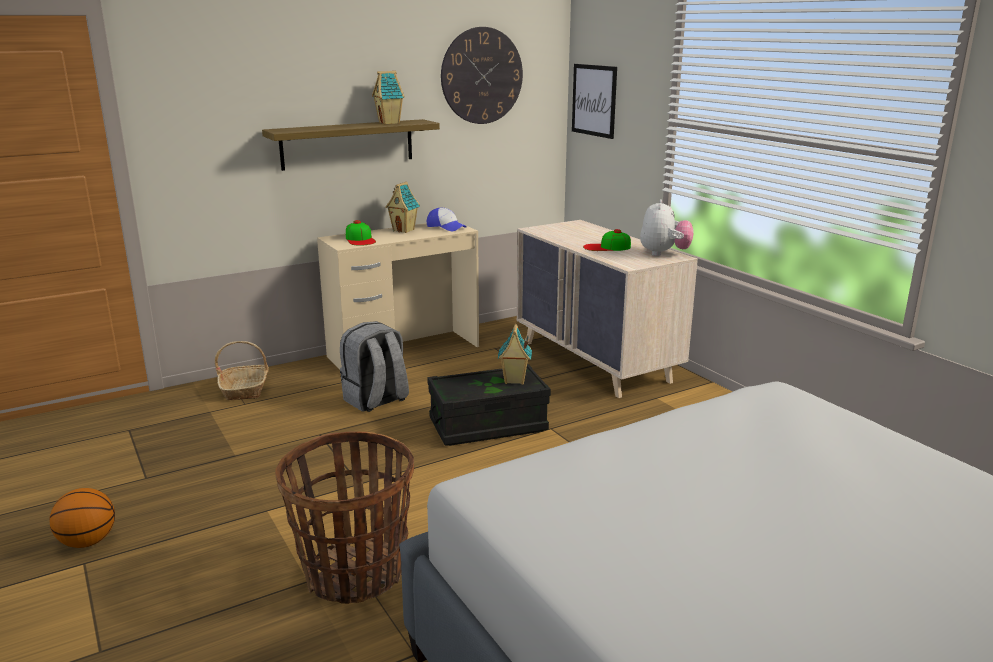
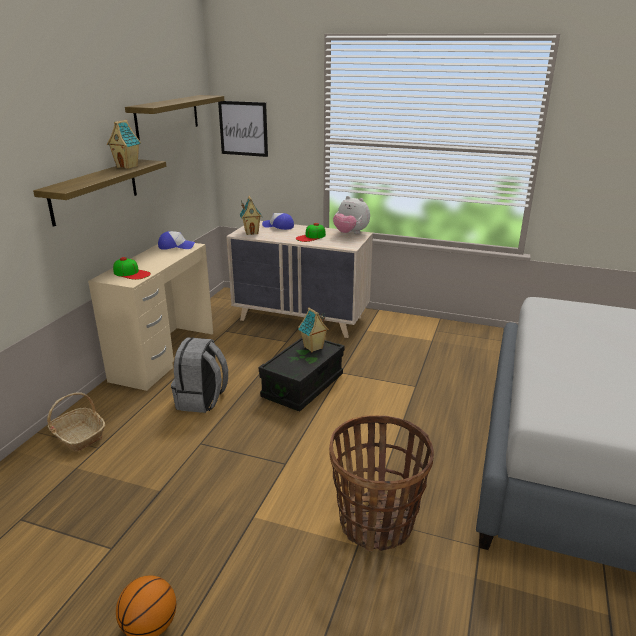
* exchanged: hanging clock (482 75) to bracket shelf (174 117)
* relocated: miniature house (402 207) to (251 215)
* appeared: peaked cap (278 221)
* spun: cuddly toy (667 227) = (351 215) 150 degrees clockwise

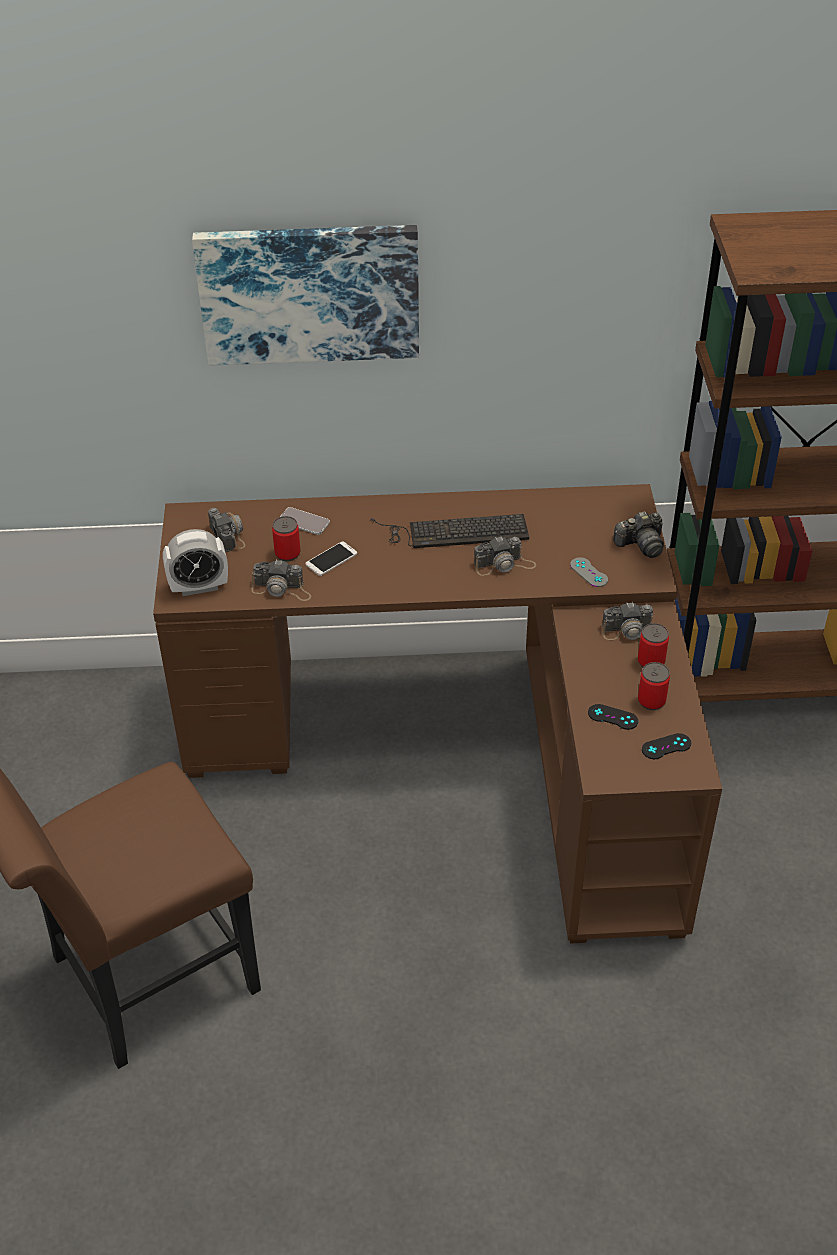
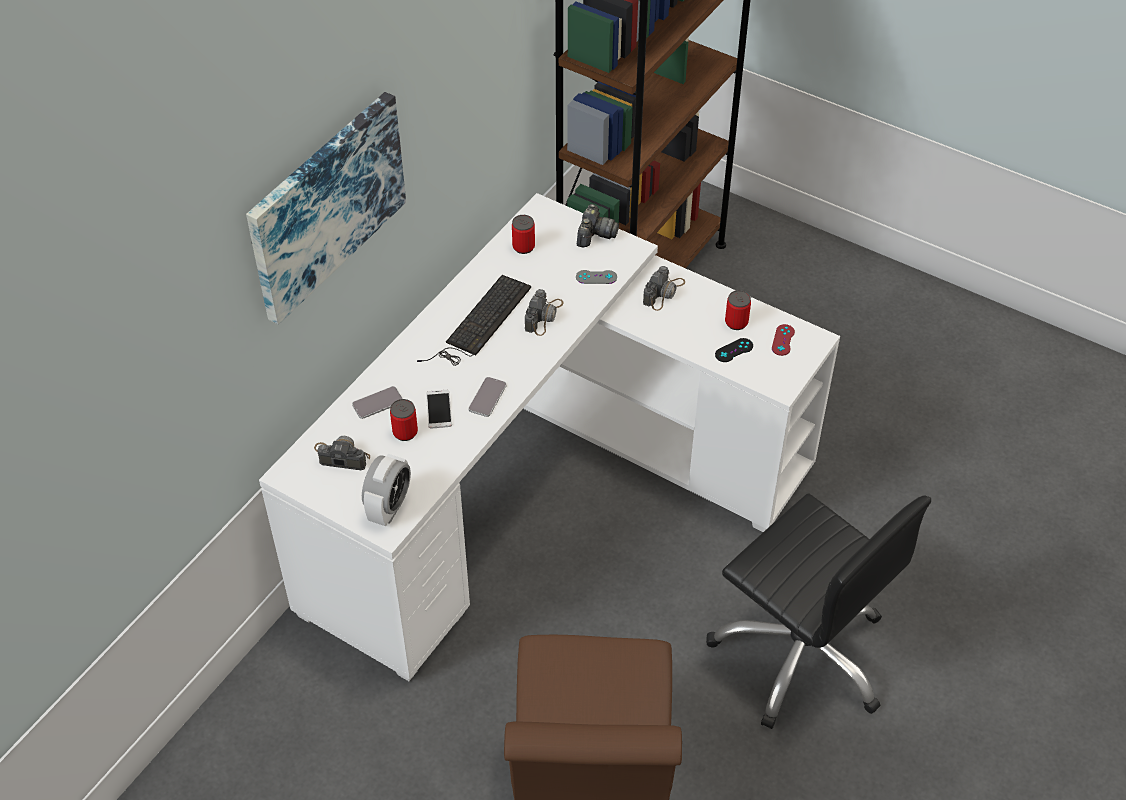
* colour: brownish desk (437 714) to white-coloured desk (549 437)
* appeared: handset (487 397)
* relocated: sealed can (653 645) to (523 234)
* appeared: blackish computer chair (818 611)
* colour: blackish joypad (666 746) to reddish joypad (783 340)
* missing: photo camera (281 580)

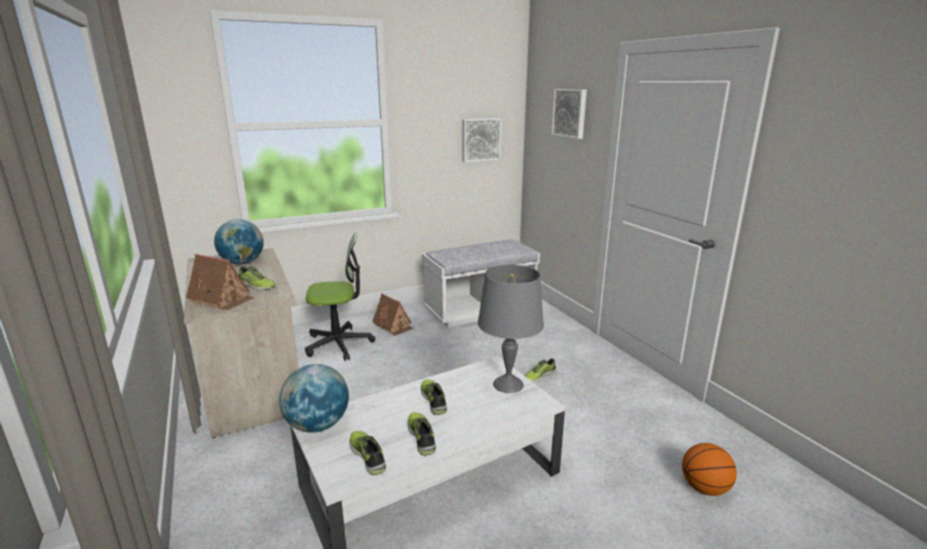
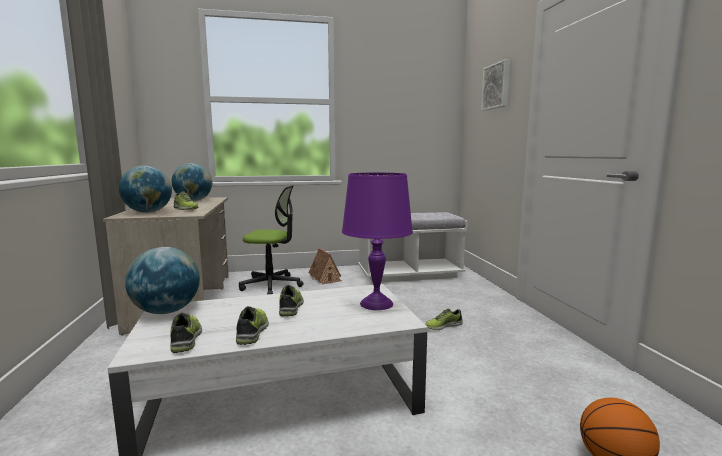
* exchanged: miniature house (220 282) to world globe (145 189)
* colour: greyish tabletop lamp (511 329) to purple-coloured tabletop lamp (377 241)
* missing: wall art (481 140)

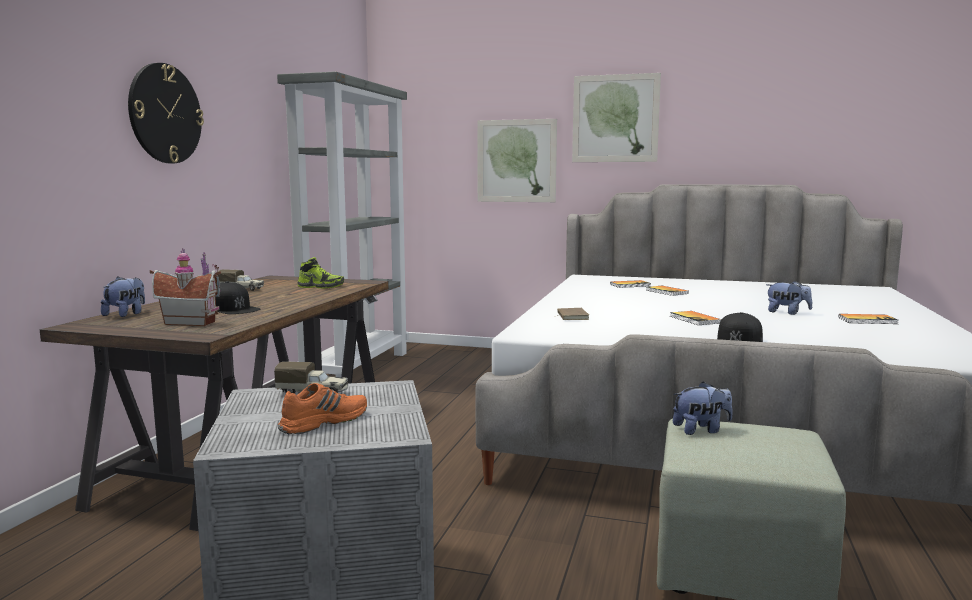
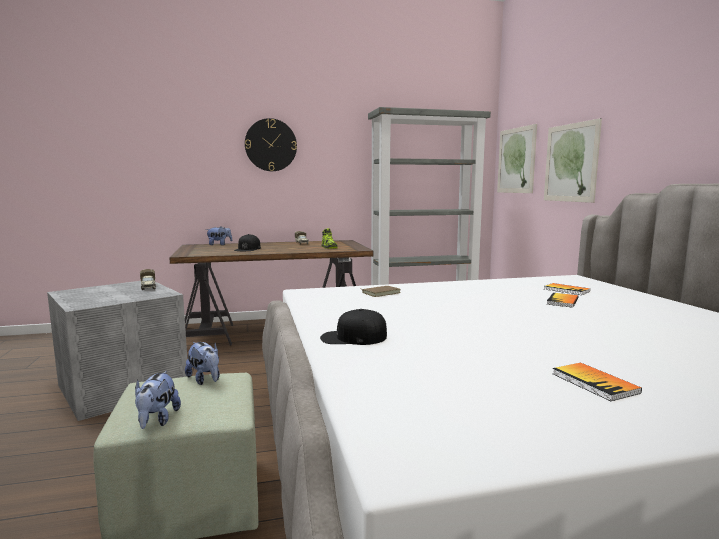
* relocated: cuddly toy (789 298) to (158 400)
* relocated: wall art (616 117) to (517 158)
* missing: miniature house (185 287)
* missing: orange shoe (322 408)
* missing: volume (695 318)

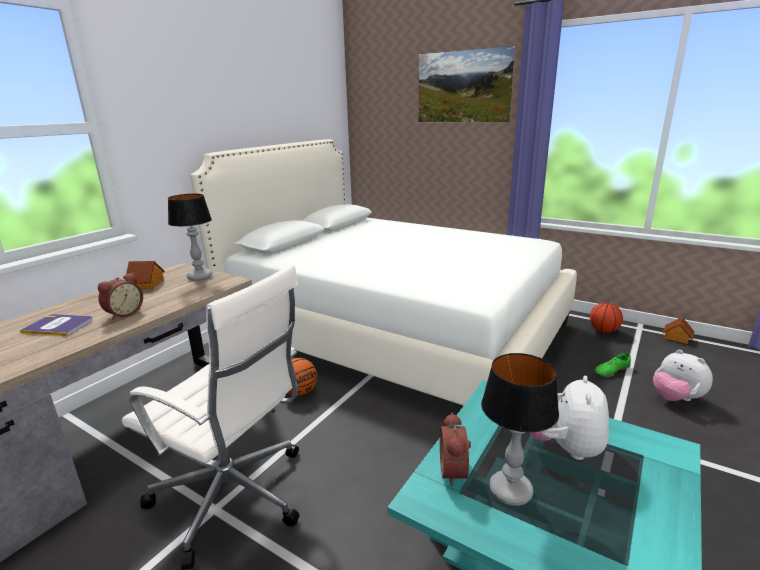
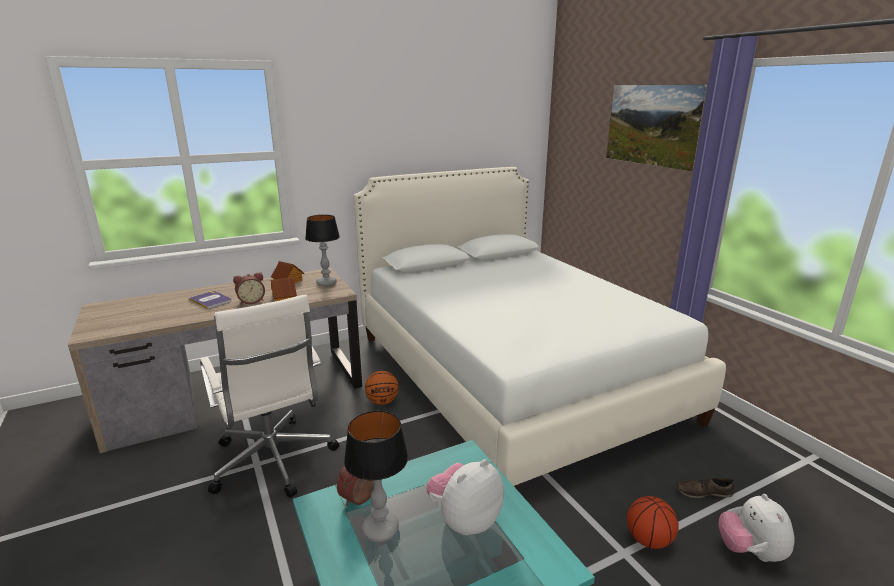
* relocated: miniature house (679 330) to (283 289)
* relocated: basketball (606 318) to (653 522)
* colour: green-coloured shoe (612 365) to brownish shoe (705 487)

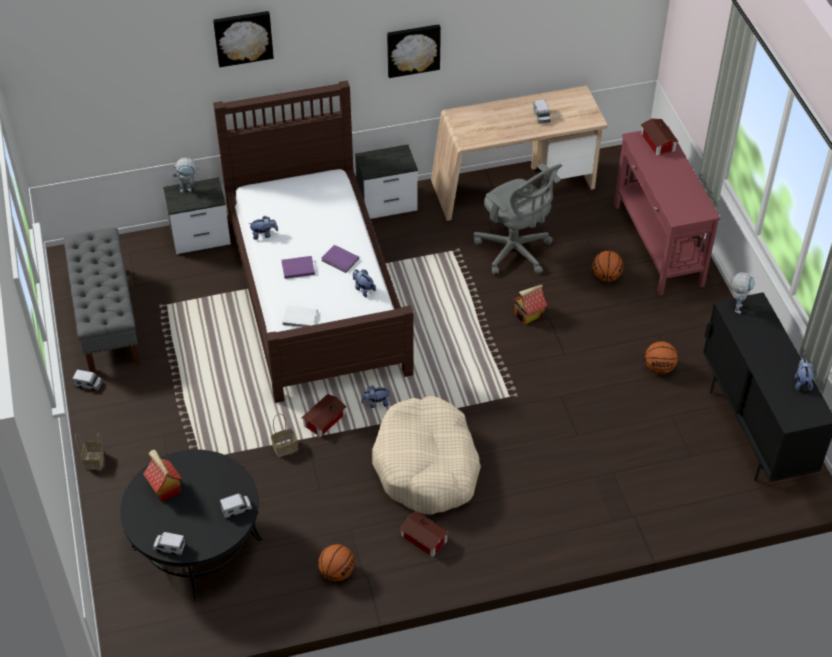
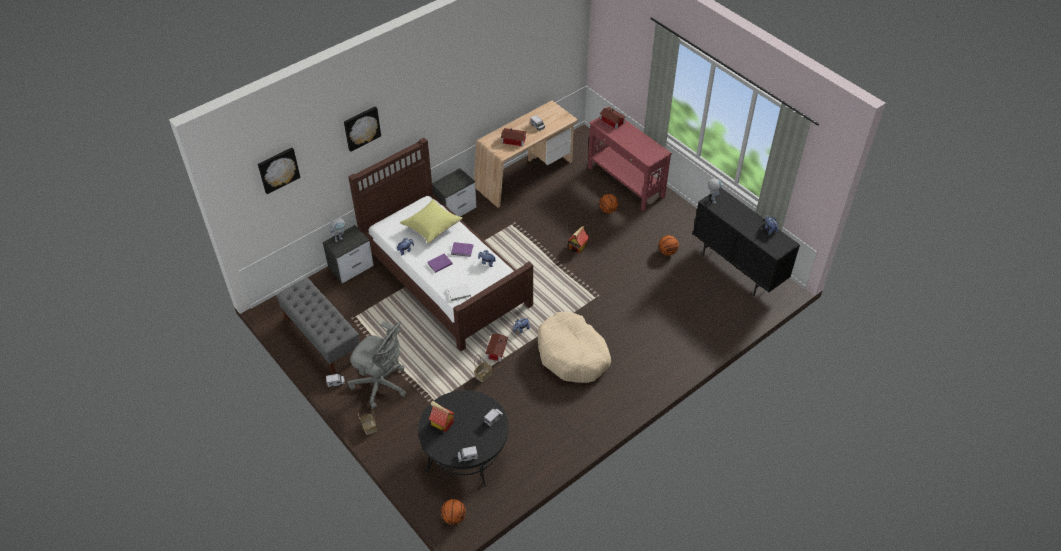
* relocated: wall art (414 51) to (279 171)
* relocated: greyish computer chair (518 219) to (377 365)
* appeared: yellowish throw pillow (431 221)
* relocated: basketball (336 562) to (453 512)
* relocated: miniature house (424 534) to (513 137)

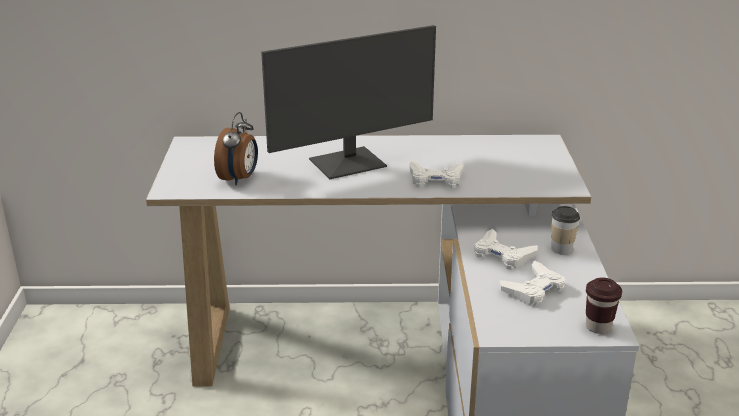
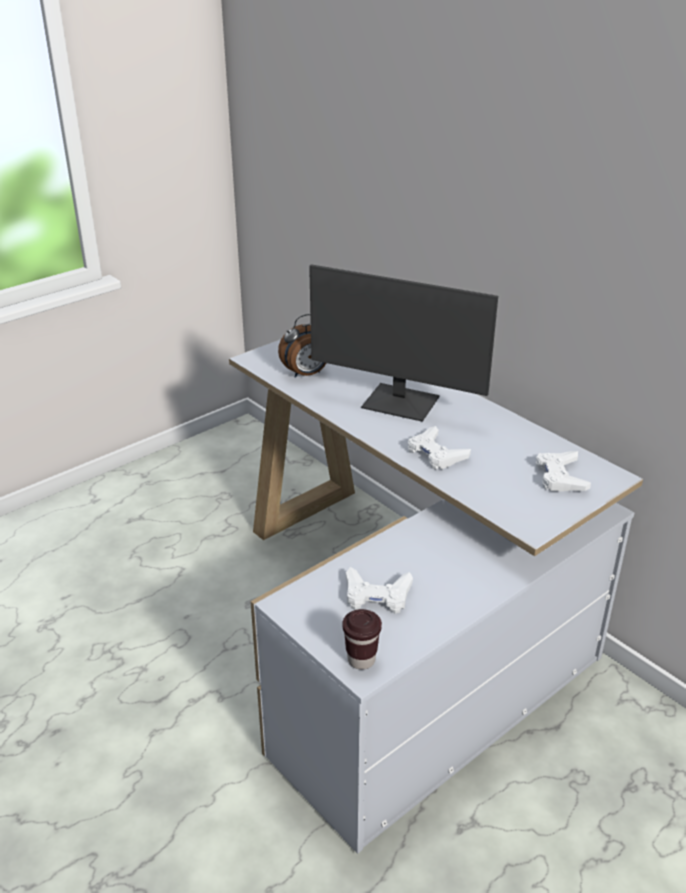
* relocated: white-coloured joypad (506 249) to (563 471)
* missing: small cup (565 230)

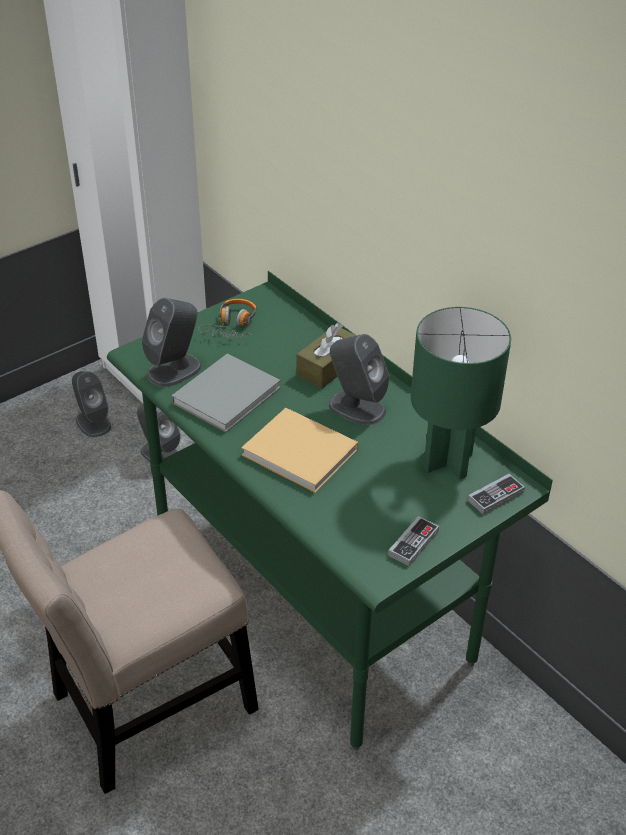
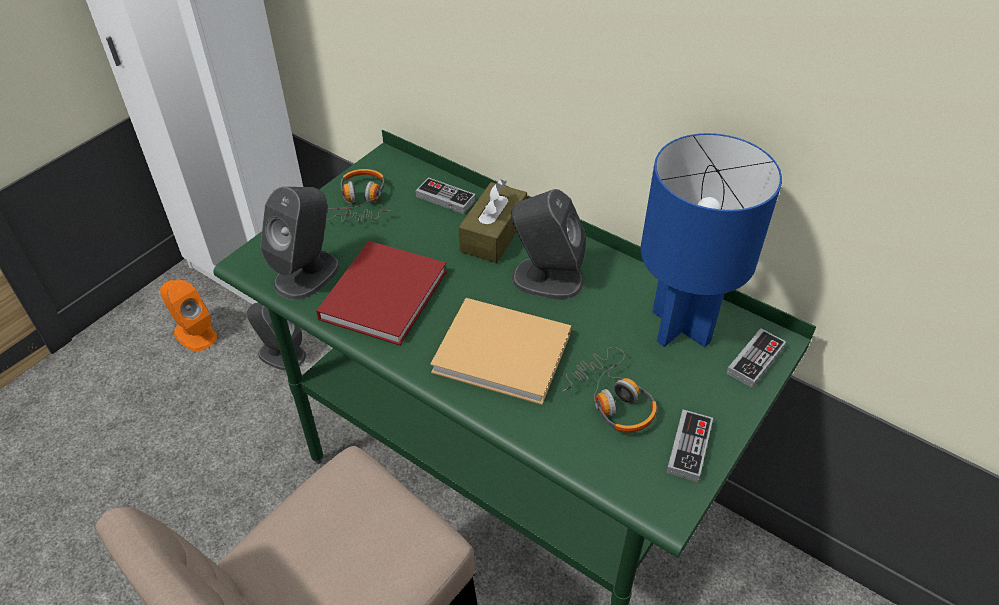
* colour: greyish loudspeaker (91 404) to orange loudspeaker (188 315)
* colour: greyish volume (226 393) to reddish volume (381 293)
* appeared: joypad (445 195)
* appeared: headphones (610 390)
* colour: green-coloured tabletop lamp (461 393) to blue-coloured tabletop lamp (711 240)

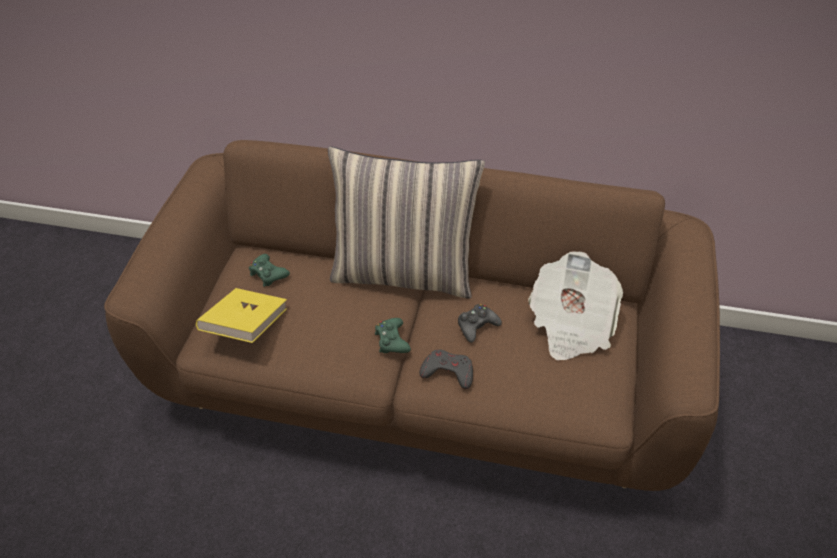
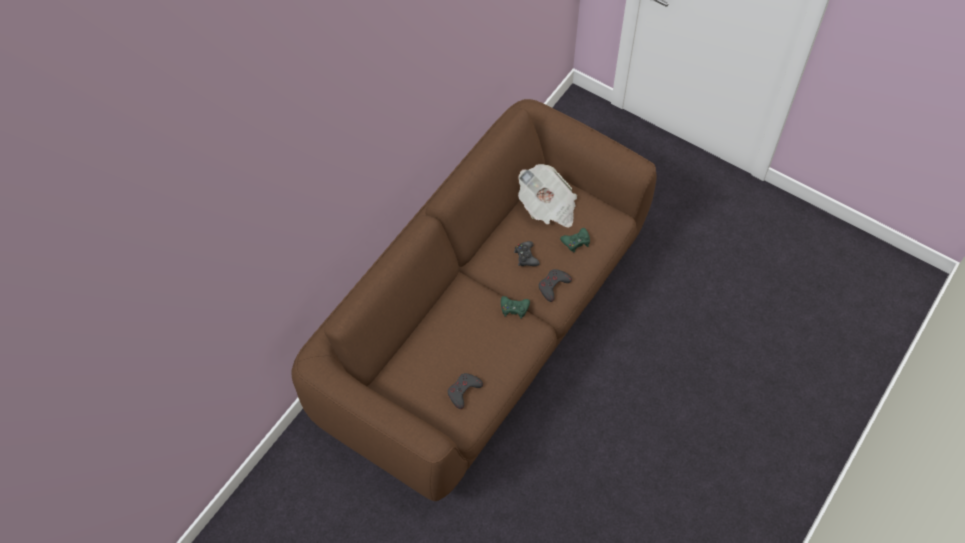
* exchanged: yellowish volume (241 315) to greyish joypad (465 391)
* relocated: green-coloured joypad (269 270) to (575 240)
* missing: throw pillow (406 222)

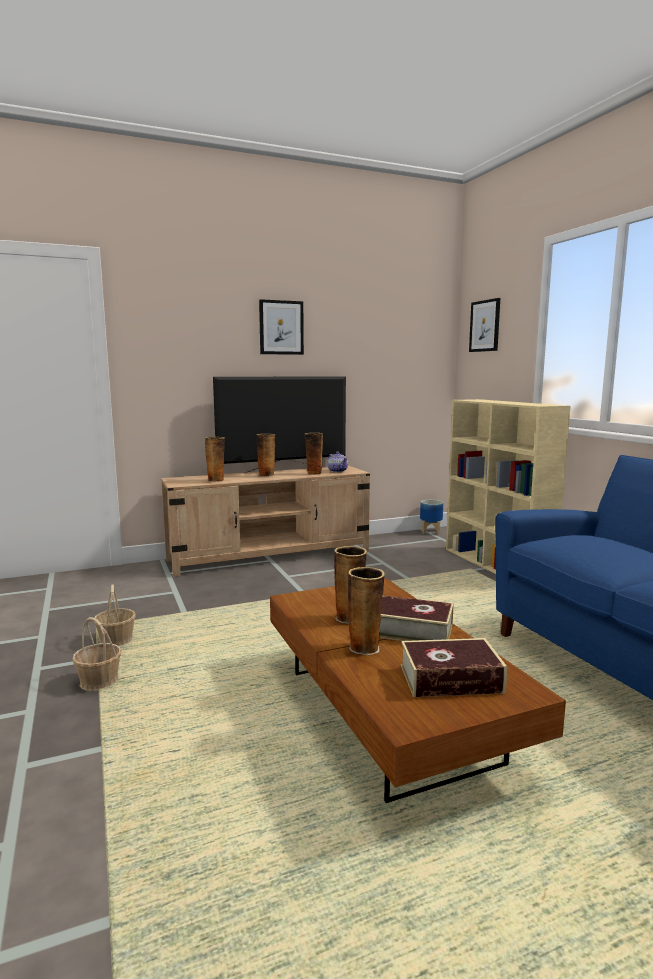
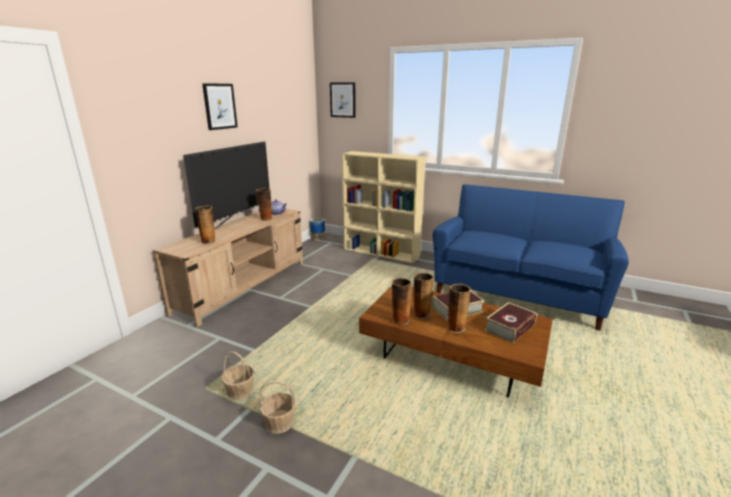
* relocated: flower vase (265 455) to (402 301)

